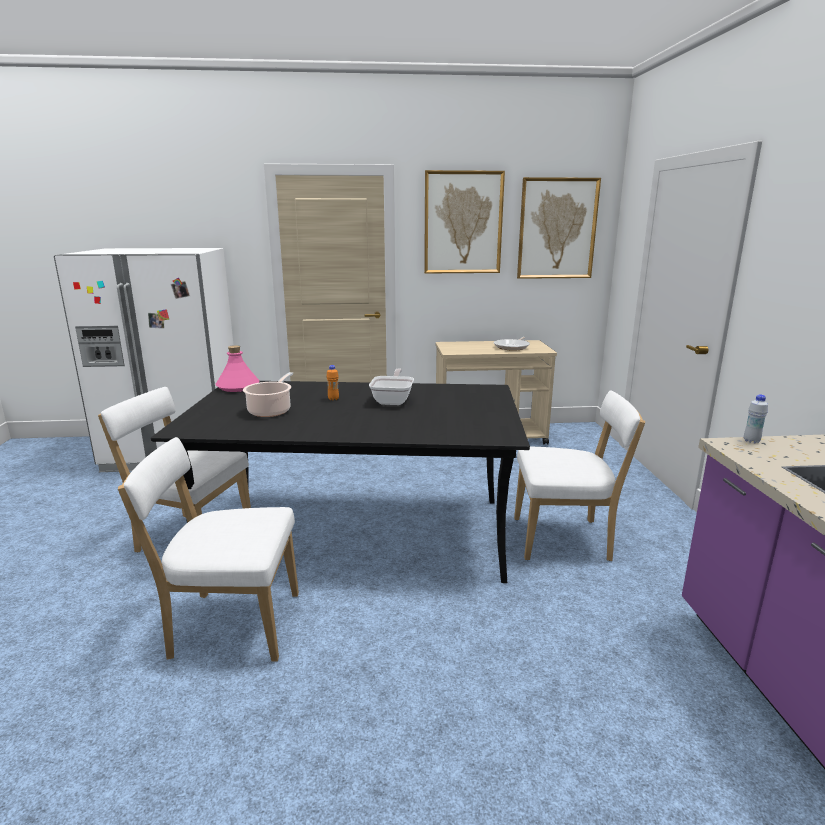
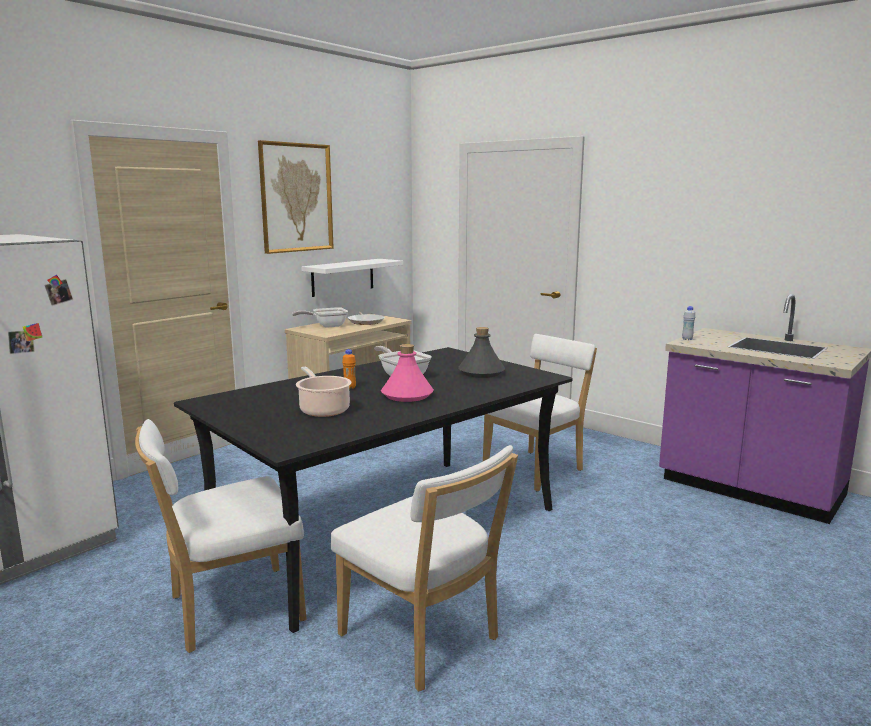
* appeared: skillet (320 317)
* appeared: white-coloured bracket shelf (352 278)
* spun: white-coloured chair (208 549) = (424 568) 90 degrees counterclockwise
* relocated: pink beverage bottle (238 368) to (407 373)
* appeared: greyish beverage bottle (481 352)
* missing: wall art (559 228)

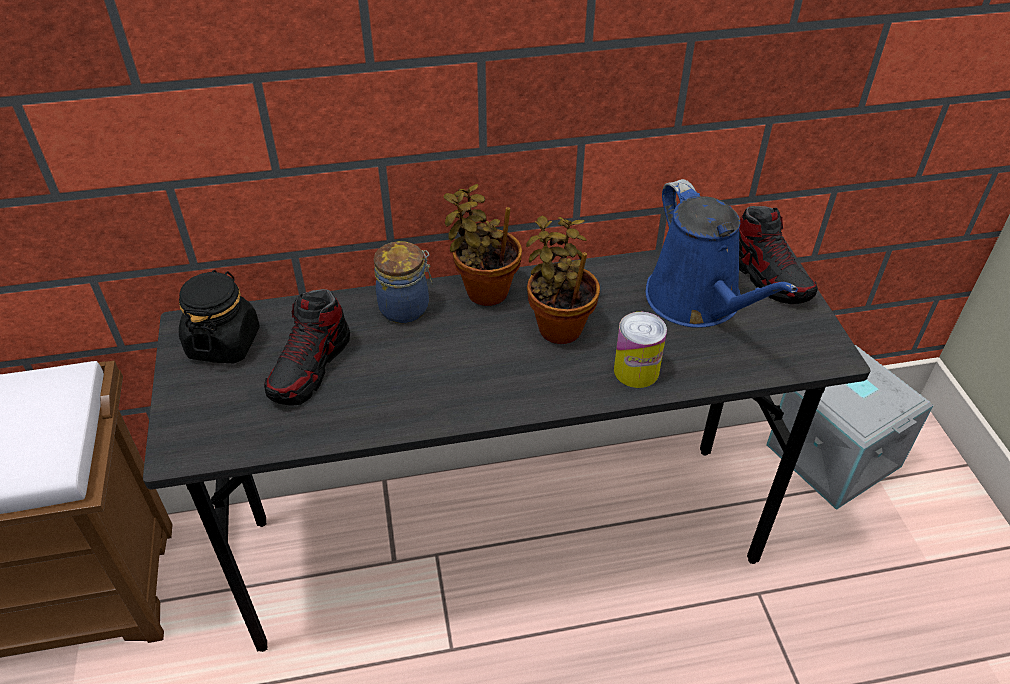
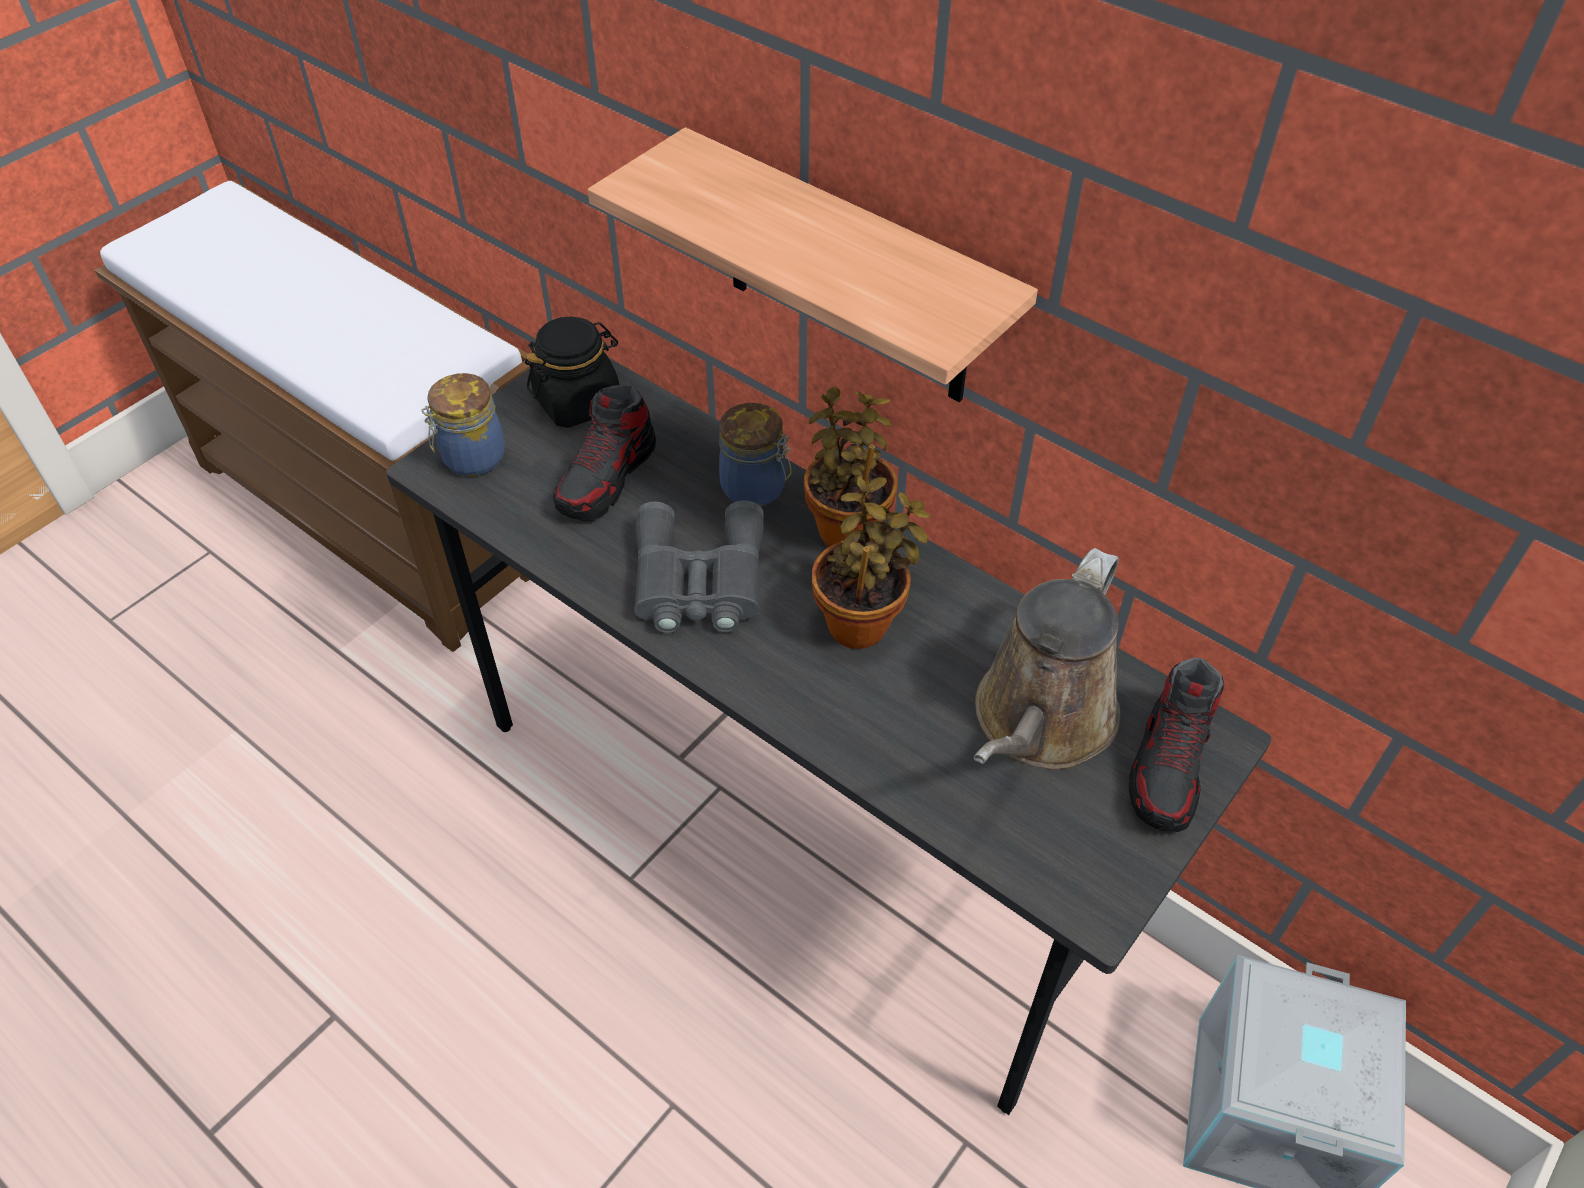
* appeared: storage jar (463 424)
* spun: shoe (307 347) = (604 453) 45 degrees counterclockwise
* appeared: bracket shelf (813 264)
* appeared: greyish binoculars (699 566)
* colour: blue-coloured watering can (721 253) to brownish watering can (1046 658)
* missing: sealed can (640 350)

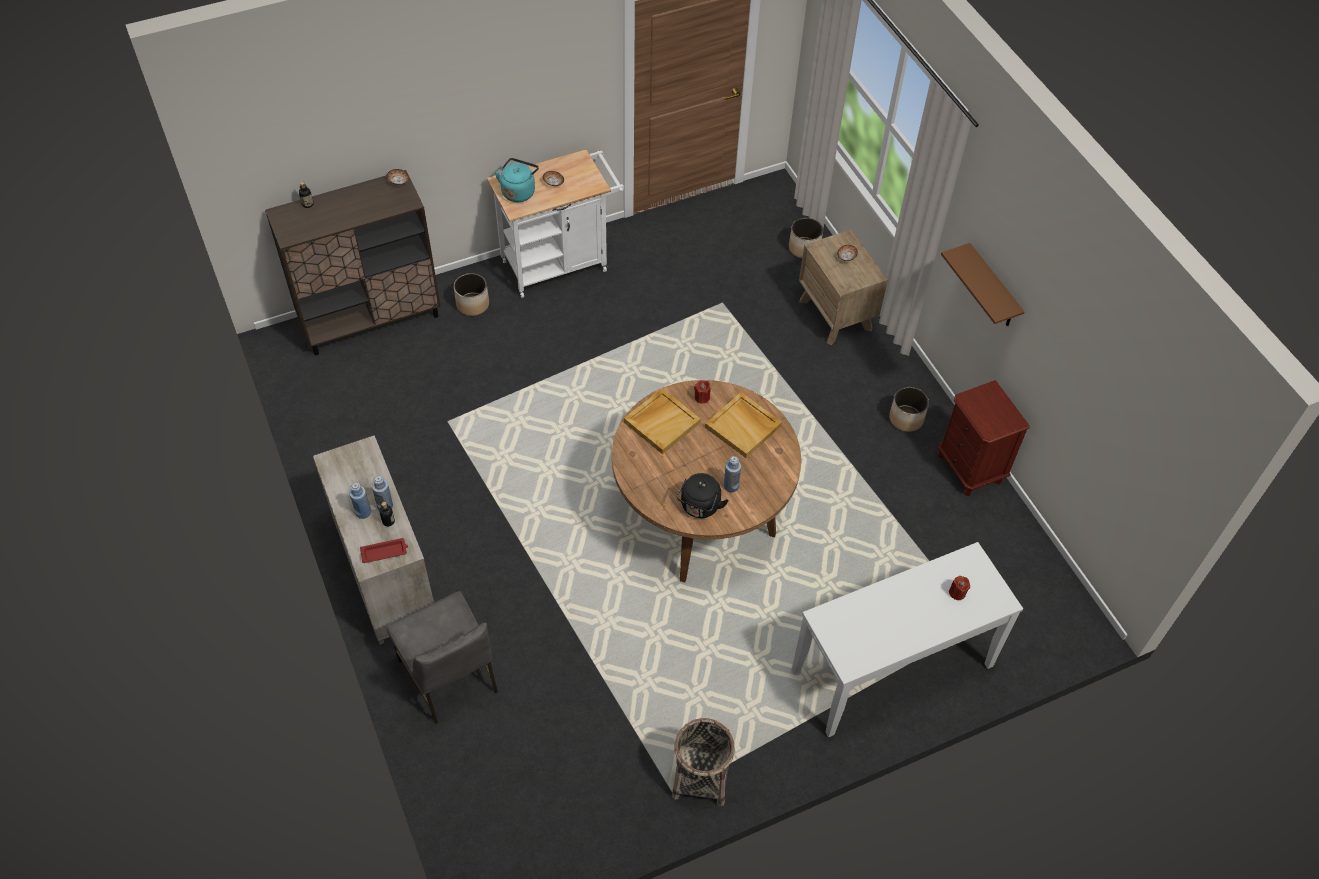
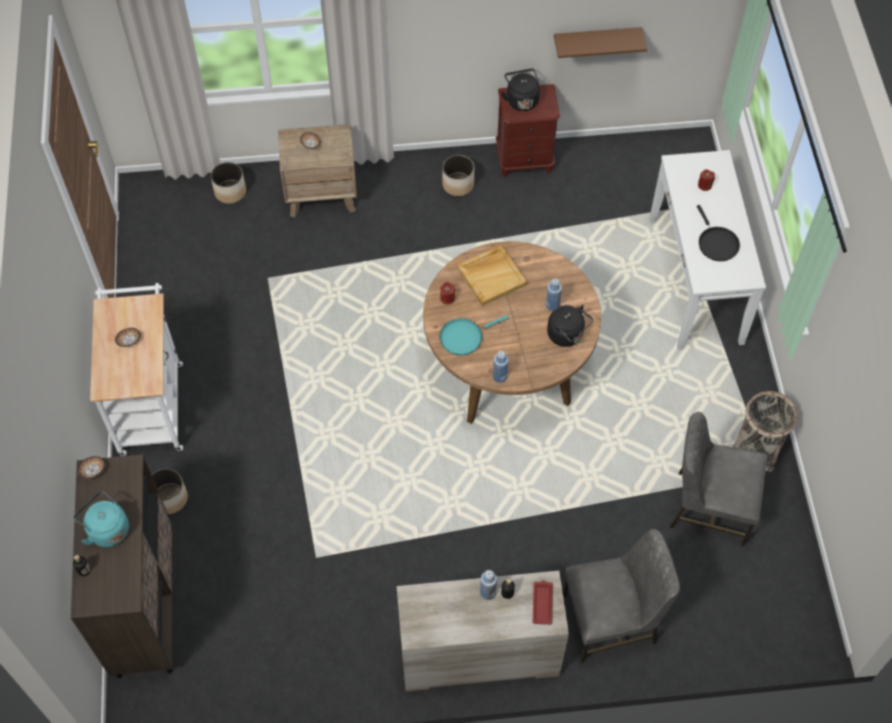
* relocated: blue-green water kettle (517 180) to (101 519)
* exchanged: beige-coloured tray (662 421) to blue-green skillet (473 335)
* relocated: blue-coloured beverage bottle (360 501) to (500 367)
* appeared: blackish water kettle (520 90)
* relocated: brownish bracket shelf (983 285) to (600 42)
* appeared: greyish chair (718 479)
* appeared: blackish skillet (718 233)

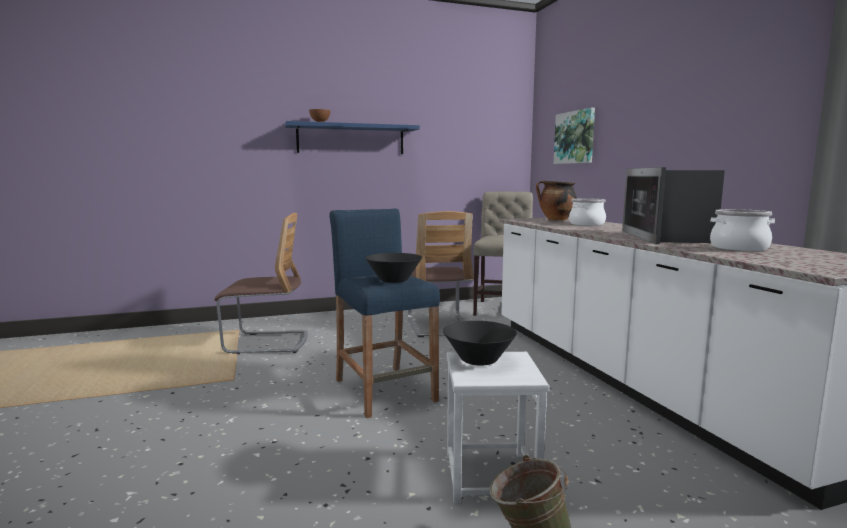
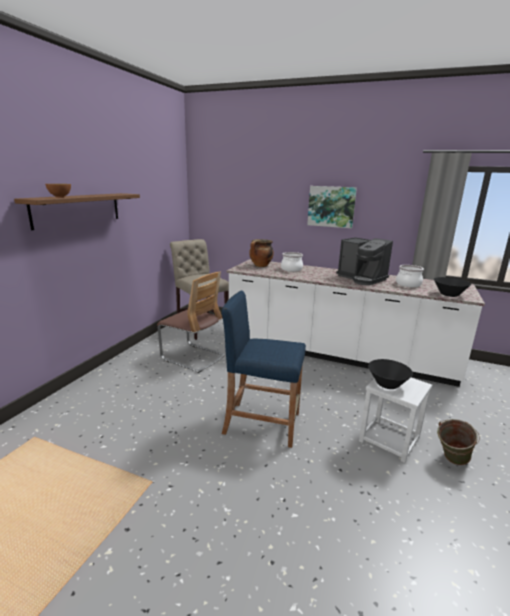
* colour: blue-coloured bracket shelf (352 137) to brownish bracket shelf (77 211)
* relocated: wall art (574 135) to (332 207)
* exchanged: kitchen microwave (673 205) to coffee brewer (364 261)
* relocated: blackish serving bowl (393 268) to (452 287)
* missing: chair (260 283)

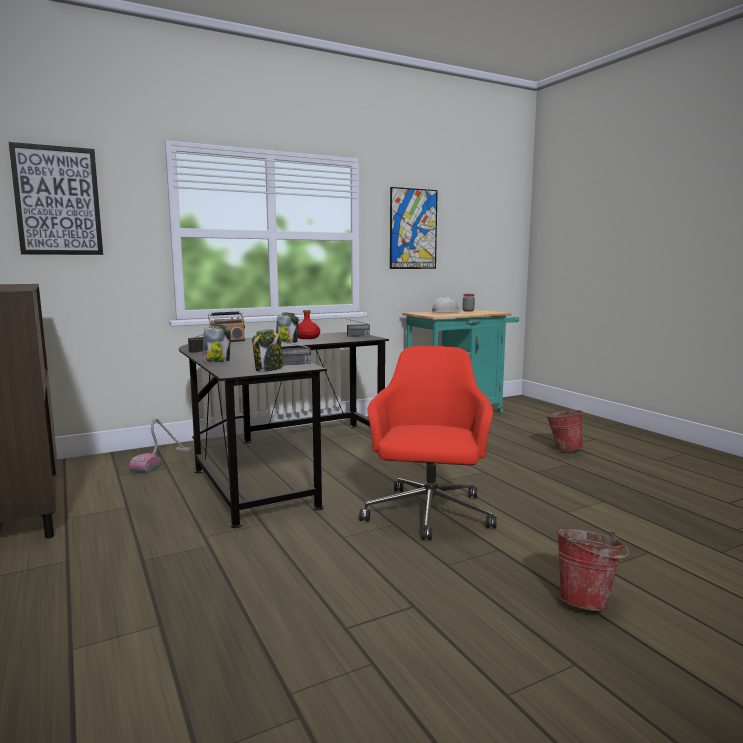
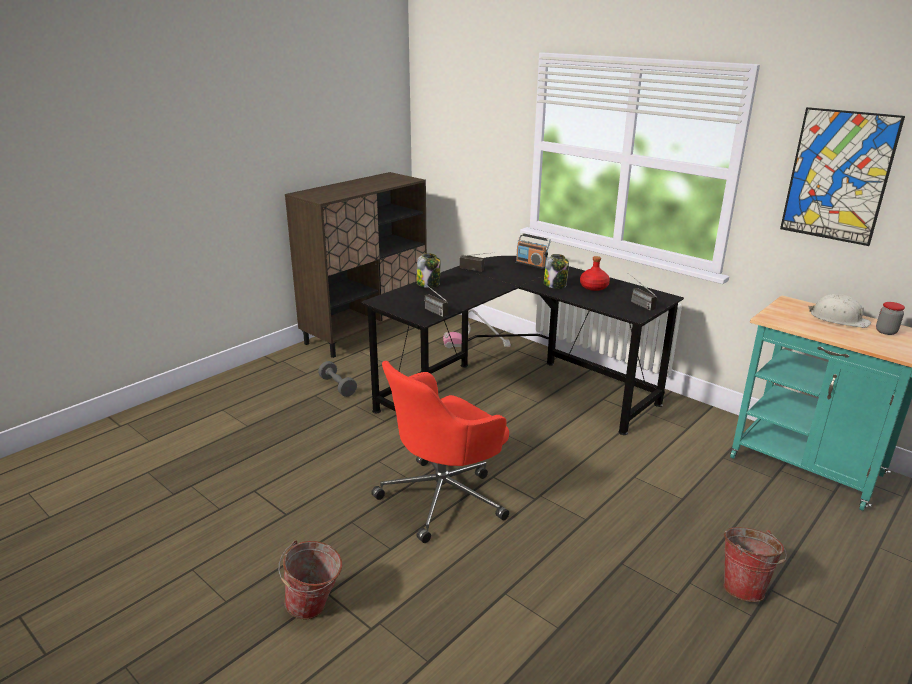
* appeared: greyish free weight (337 379)
* spun: reddish computer chair (428 443) = (440 452) 150 degrees clockwise
* missing: wall art (56 198)
* missing: storage jar (268 350)

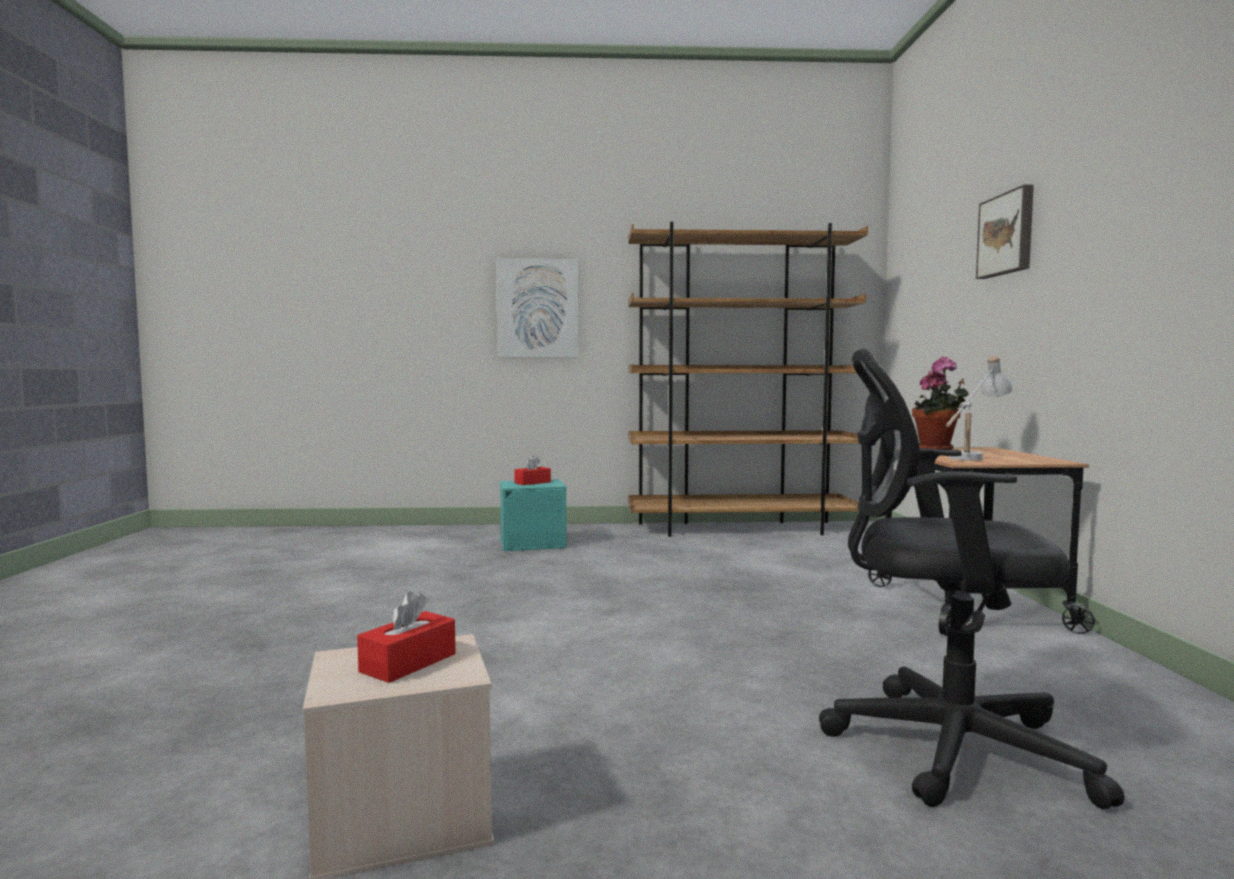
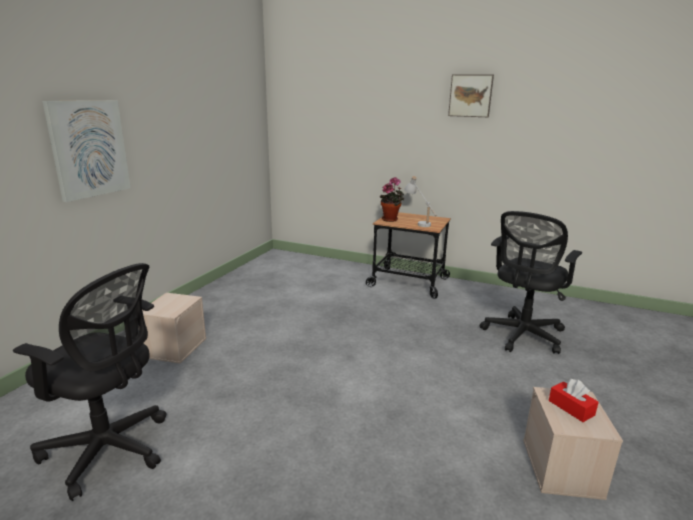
* appeared: blackish computer chair (90 382)
* colour: blue-green storage box (533 515) to beige-coloured storage box (174 328)
* relocated: wall art (1005 232) to (471 95)
* missing: reddish tissue holder (532 470)
* missing: brownish shelving unit (748 379)

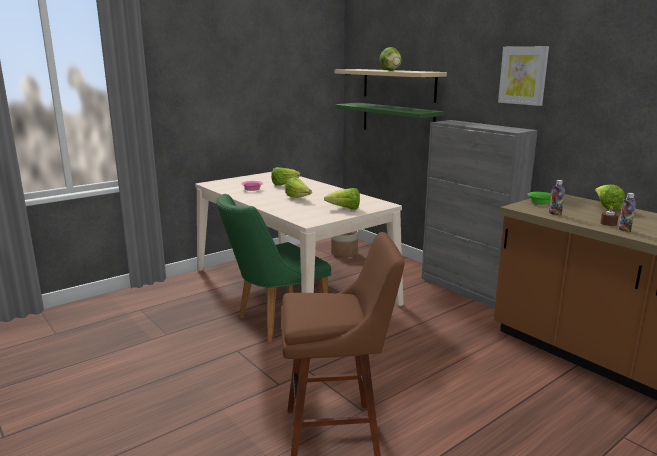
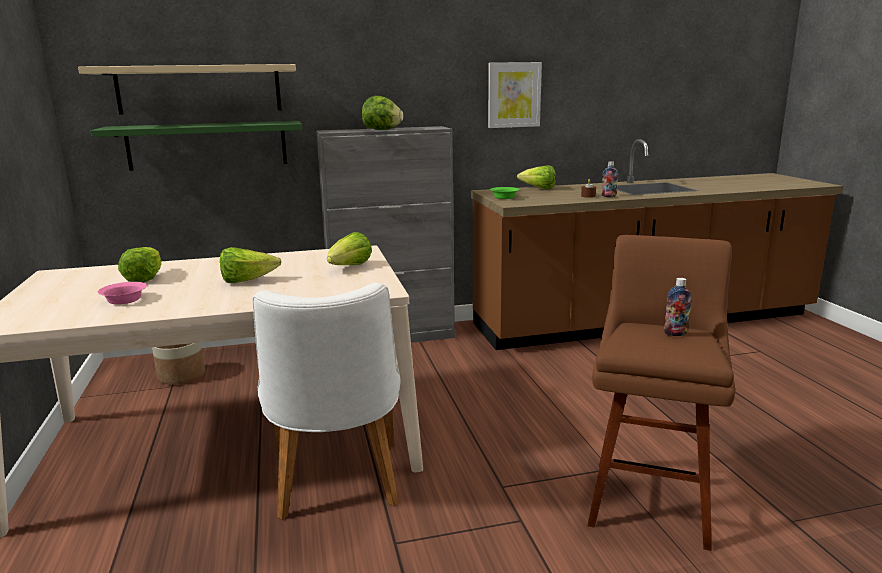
* colour: green-coloured chair (273 268) to white-coloured chair (327 401)
* relocated: head of lettuce (390 59) to (382 113)
* relocated: wall art (523 76) to (515 95)
* relocated: beverage bottle (557 198) to (678 307)

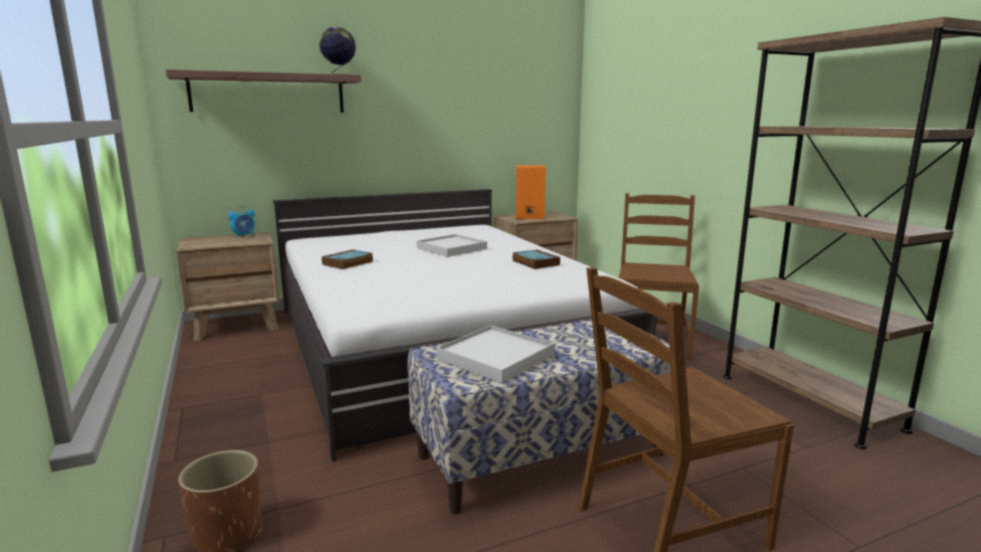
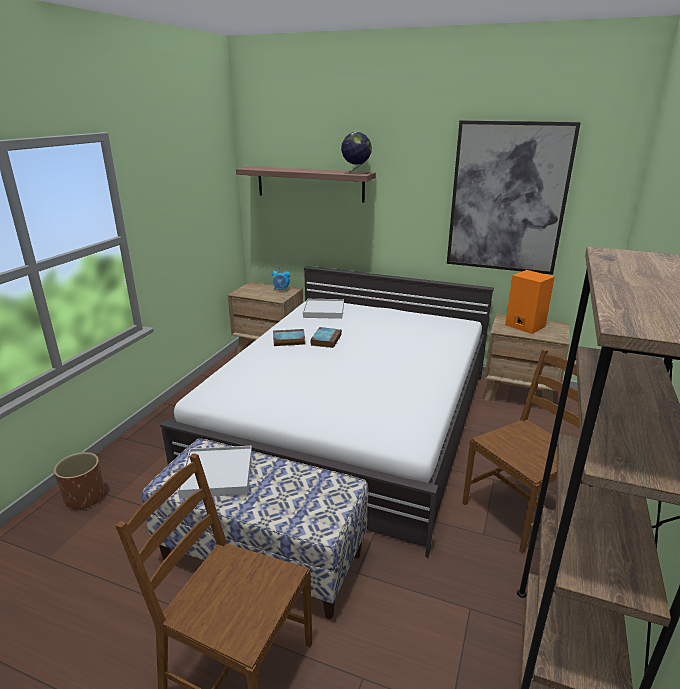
* relocated: white-coloured tray (451 245) to (323 309)
* relocated: volume (536 259) to (326 337)
* appeared: wall art (514 197)

